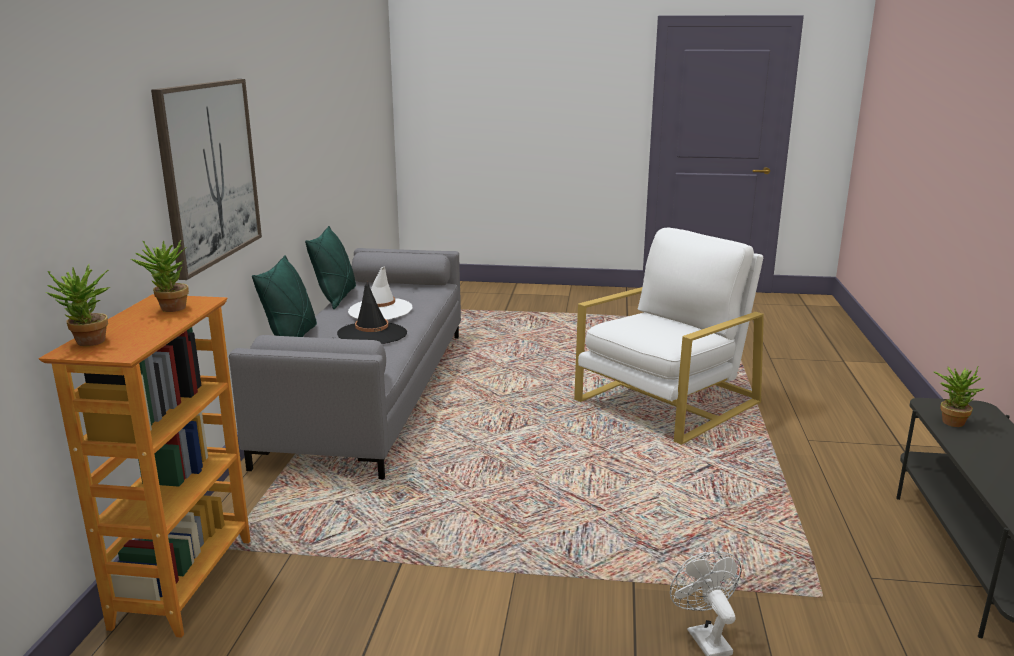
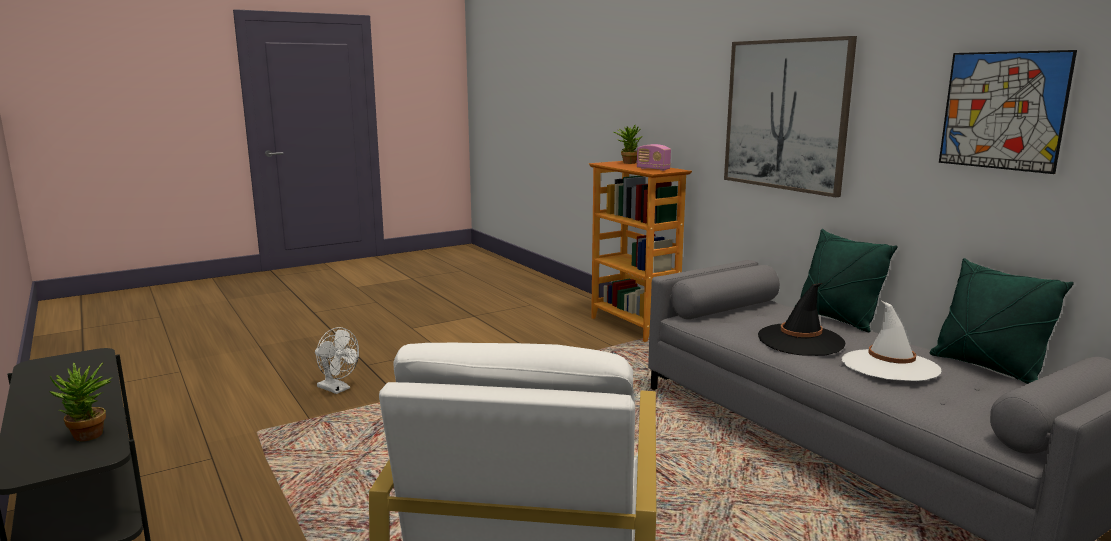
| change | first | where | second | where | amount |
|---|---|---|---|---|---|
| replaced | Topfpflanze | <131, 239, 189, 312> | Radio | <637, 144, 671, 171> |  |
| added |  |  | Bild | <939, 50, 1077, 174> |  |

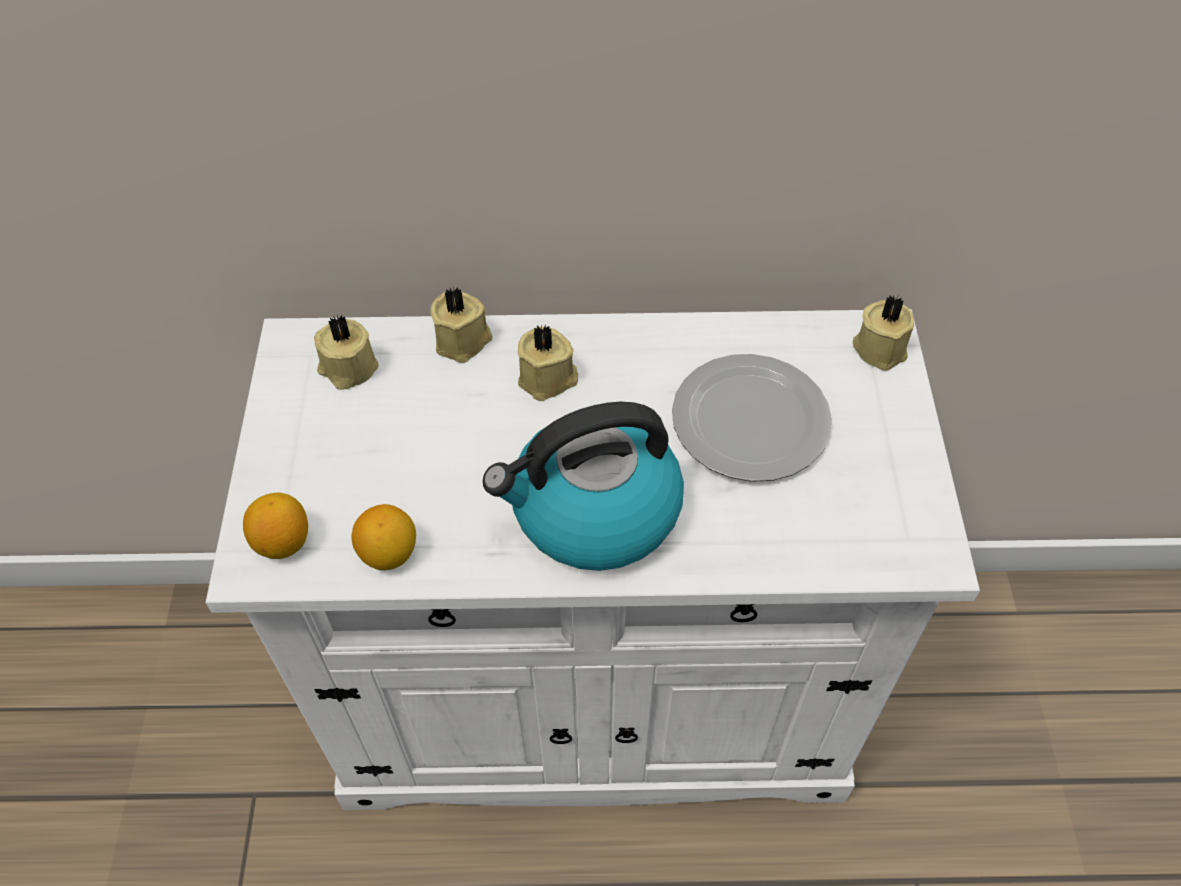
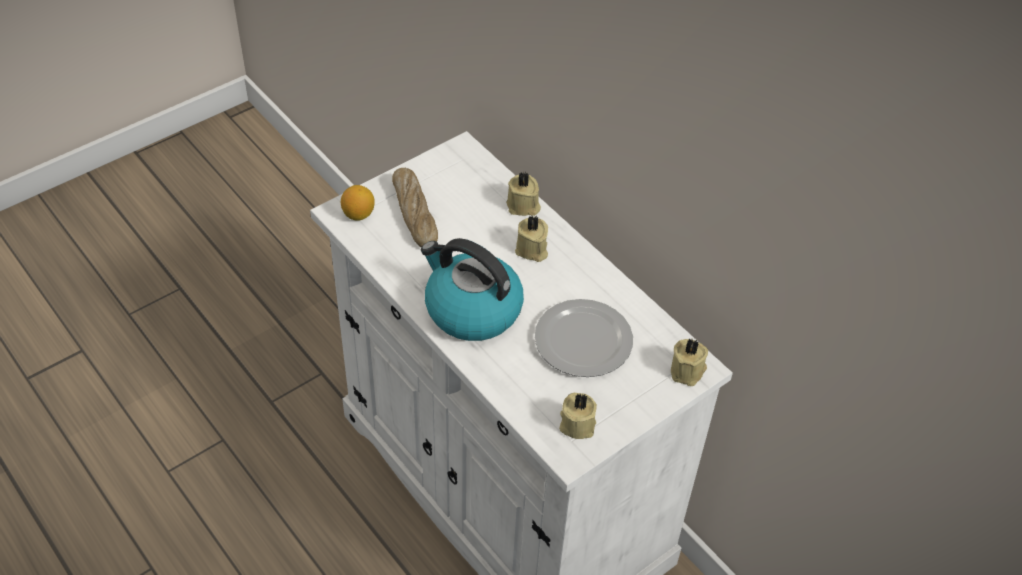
| change | first | where | second | where | amount |
|---|---|---|---|---|---|
| added |  |  | Brot | <392, 168, 438, 247> |  |
| moved | Kerze/beige | <314, 314, 379, 390> |  | <559, 393, 597, 439> |  |
| removed | Zitrone | <352, 504, 416, 570> |  |  |  |

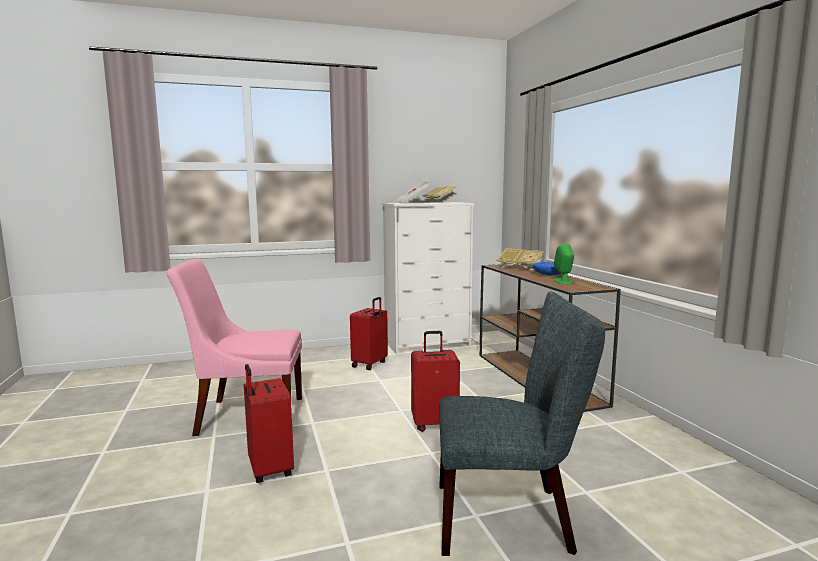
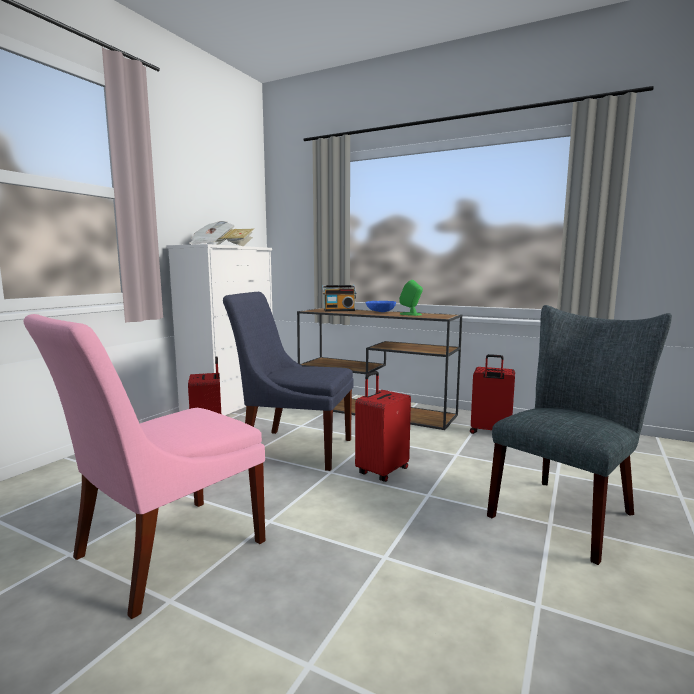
| change | first | where | second | where | amount |
|---|---|---|---|---|---|
| added |  |  | Stuhl/blau | <223, 292, 353, 471> |  |
| replaced | Buch | <496, 249, 544, 271> | Radio | <322, 285, 356, 311> |  |
| moved | Koffer/rot | <244, 364, 294, 483> |  | <470, 354, 515, 434> |  |

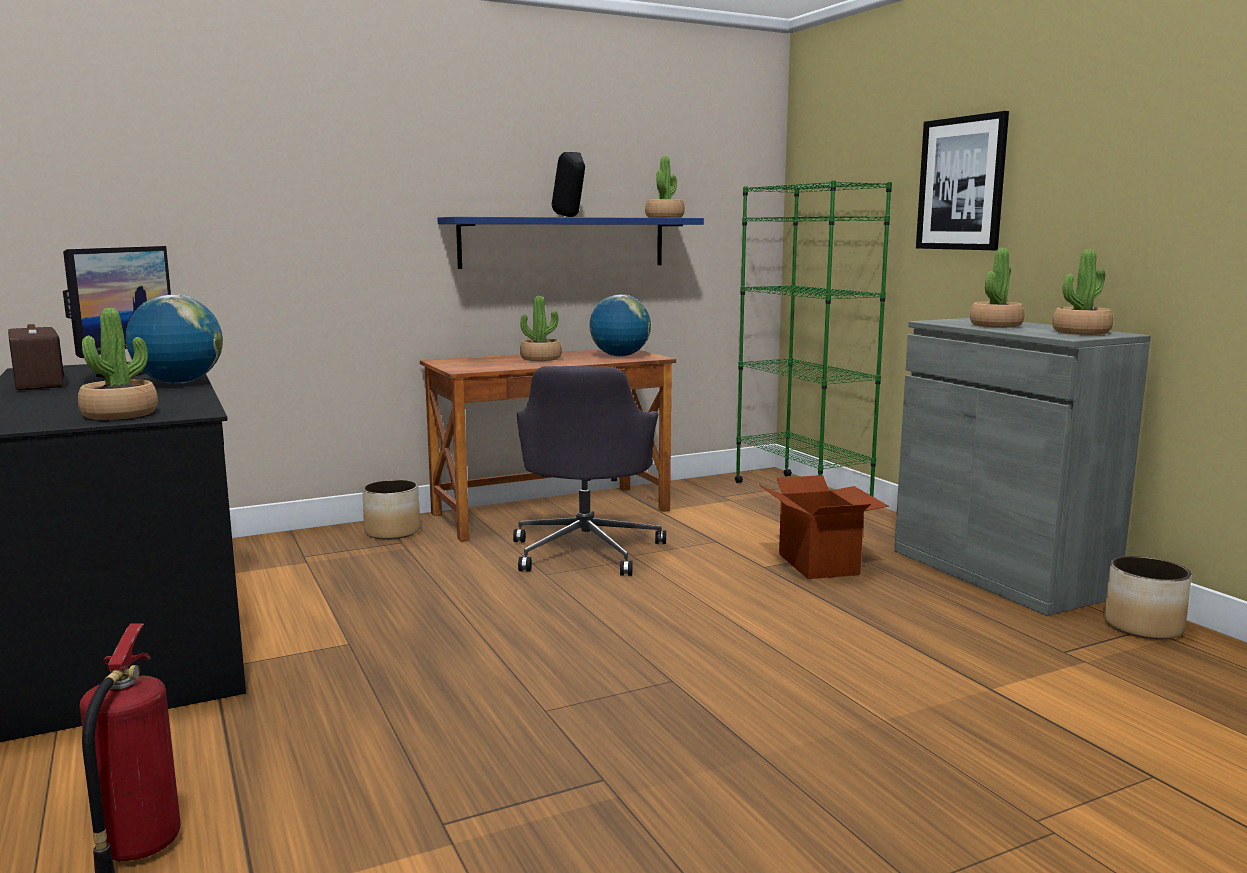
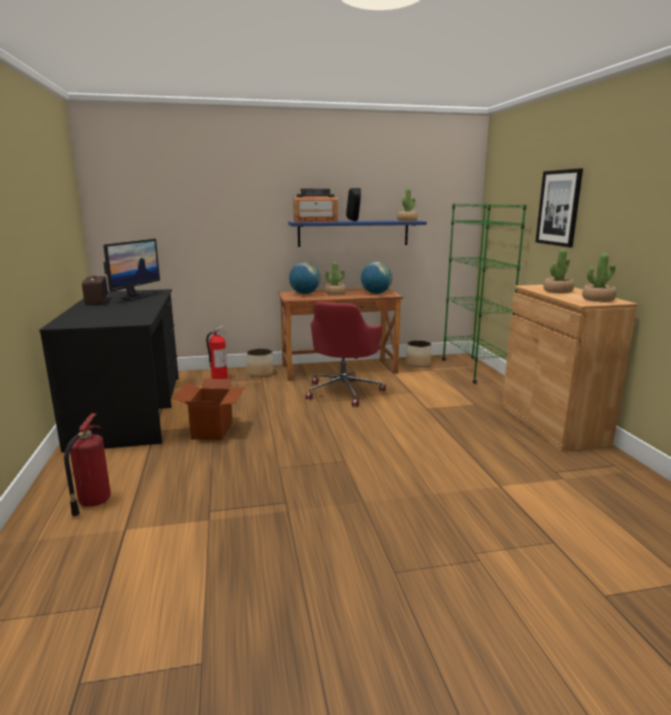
| change | first | where | second | where | amount |
|---|---|---|---|---|---|
| moved | Karton | <759, 475, 889, 579> |  | <173, 379, 245, 440> |  |
| added |  |  | Feuerlöscher | <206, 325, 228, 379> |  |
| moved | Globus | <126, 295, 223, 383> |  | <289, 262, 320, 294> |  |
| added |  |  | Radio | <293, 189, 338, 222> |  |
| recoloured | Bürostuhl/grau | <513, 366, 666, 576> | Bürostuhl/rot | <305, 302, 386, 407> |  |
| moved | Pflanzkübel | <1104, 556, 1192, 639> |  | <406, 340, 432, 367> |  |
| recoloured | Schrank/grau | <894, 318, 1151, 616> | Schrank/braun | <502, 285, 638, 452> |  |
| removed | Topfpflanze | <78, 308, 158, 420> |  |  |  |

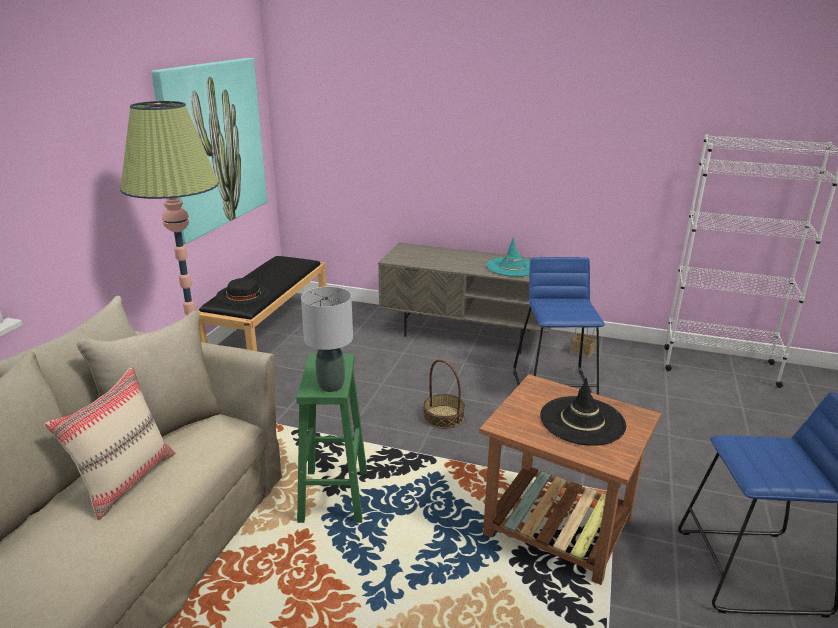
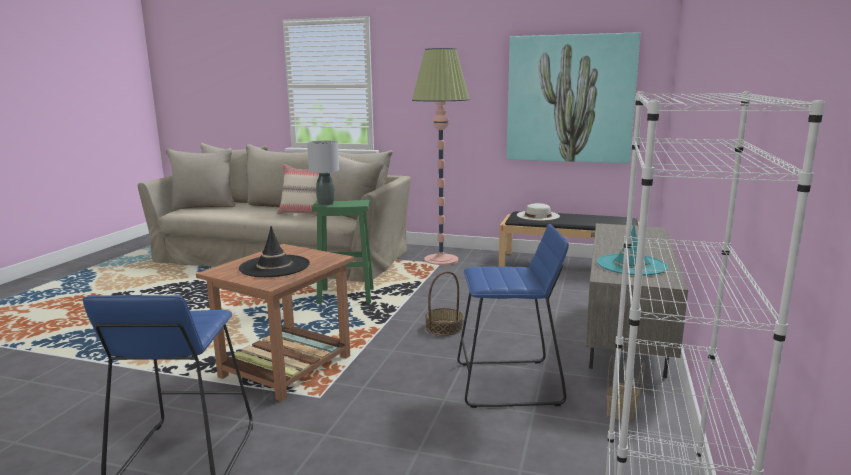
| change | first | where | second | where | amount |
|---|---|---|---|---|---|
| recoloured | Hut/schwarz | <216, 278, 270, 305> | Hut/weiß | <517, 203, 560, 220> |  |

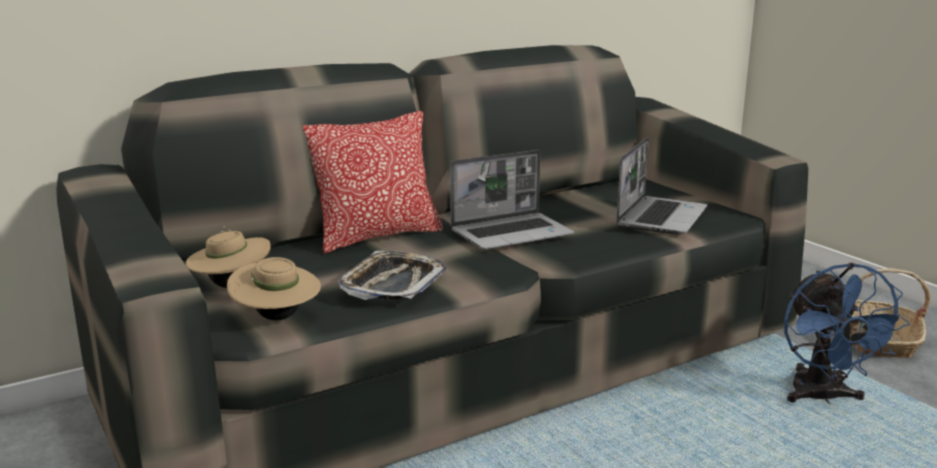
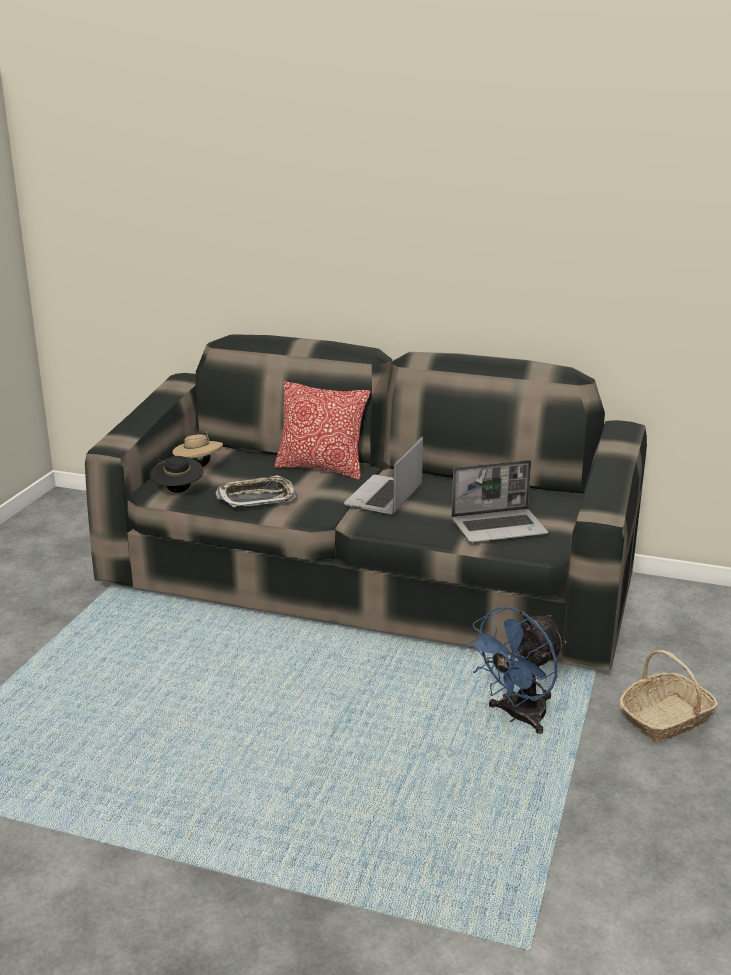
| change | first | where | second | where | amount |
|---|---|---|---|---|---|
| recoloured | Hut/beige | <227, 257, 321, 320> | Hut/schwarz | <150, 456, 204, 493> |  |
| turned | Laptop | <450, 150, 574, 250> |  | <344, 437, 423, 515> | 90 degrees clockwise |

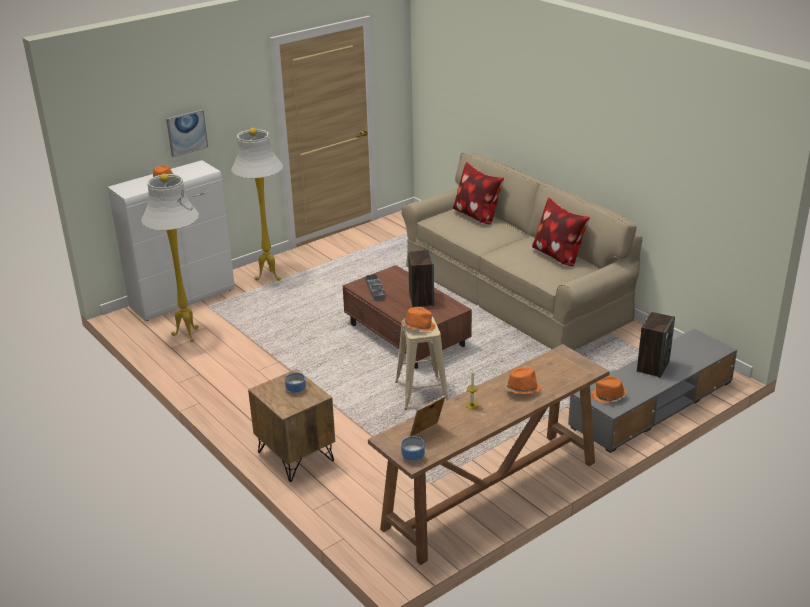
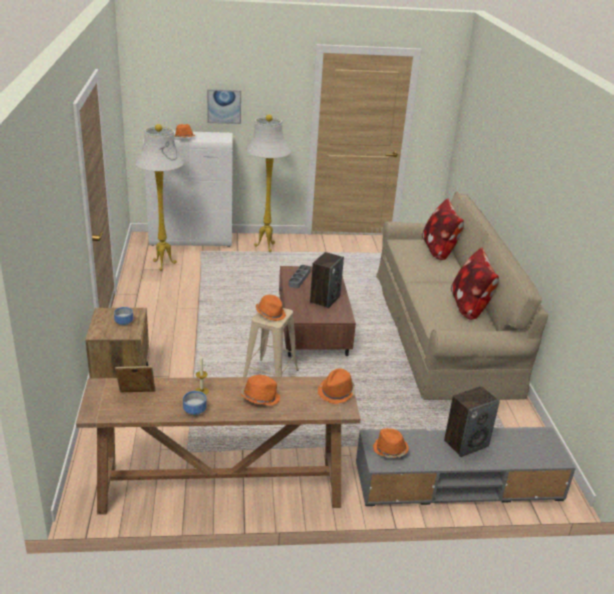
| change | first | where | second | where | amount |
|---|---|---|---|---|---|
| moved | Schüssel | <401, 437, 425, 461> |  | <183, 391, 207, 415> |  |
| added |  |  | Hut/orange | <318, 369, 355, 404> |  |

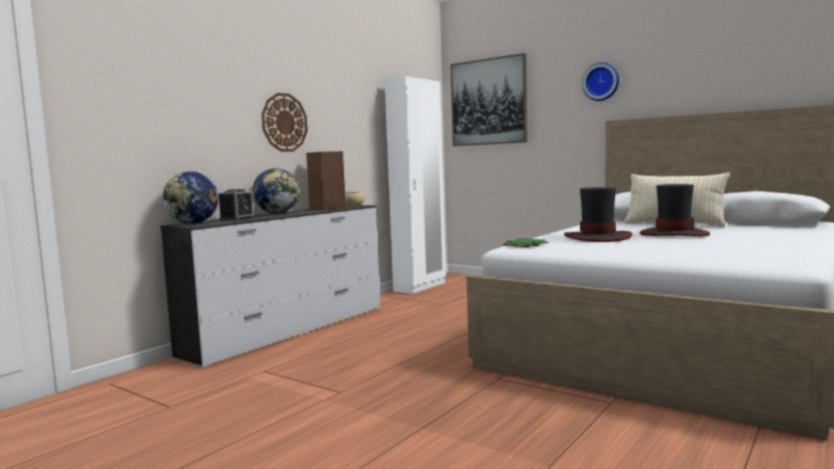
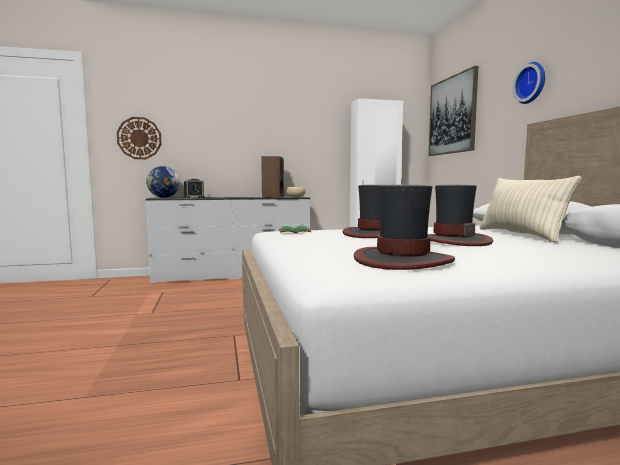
| change | first | where | second | where | amount |
|---|---|---|---|---|---|
| moved | Wanduhr | <262, 93, 308, 152> |  | <117, 117, 162, 159> |  |
| added |  |  | Hut | <354, 185, 455, 270> |  |
| removed | Globus | <252, 168, 299, 214> |  |  |  |

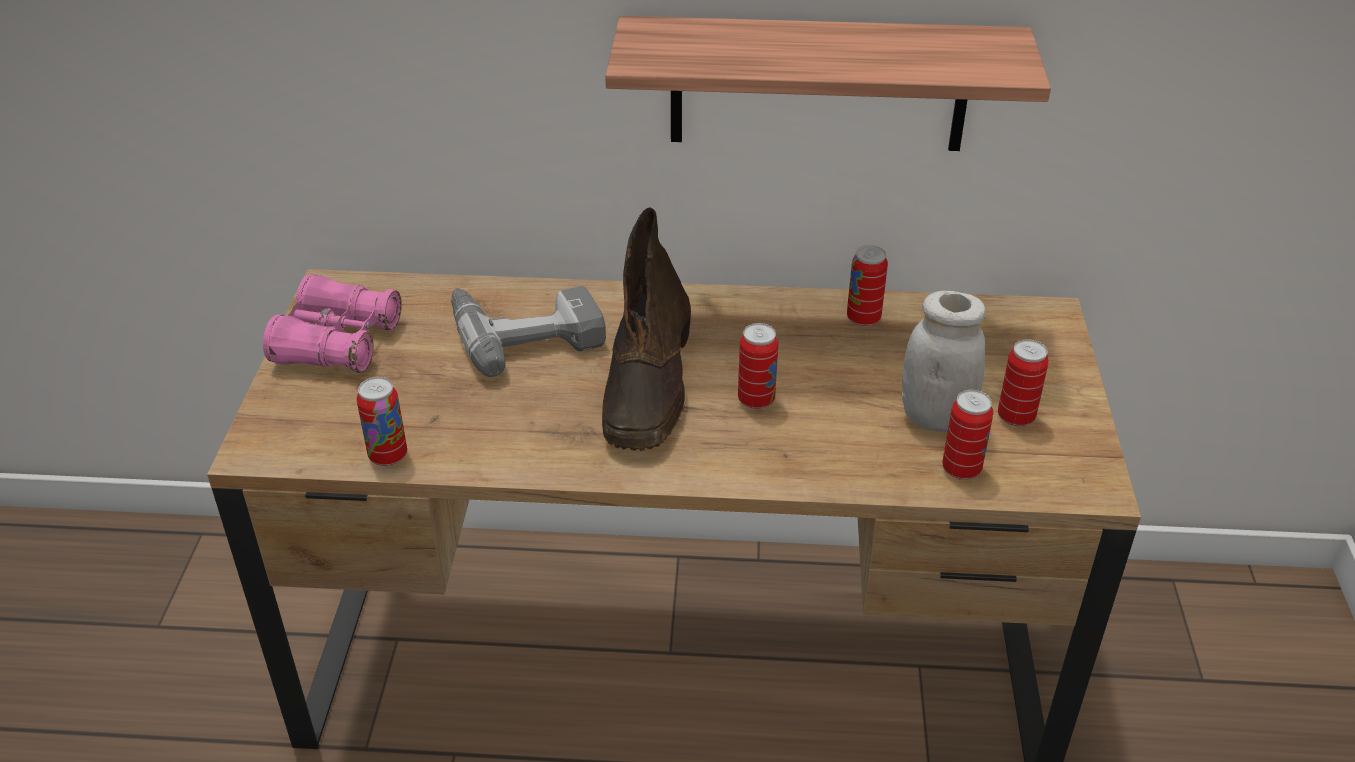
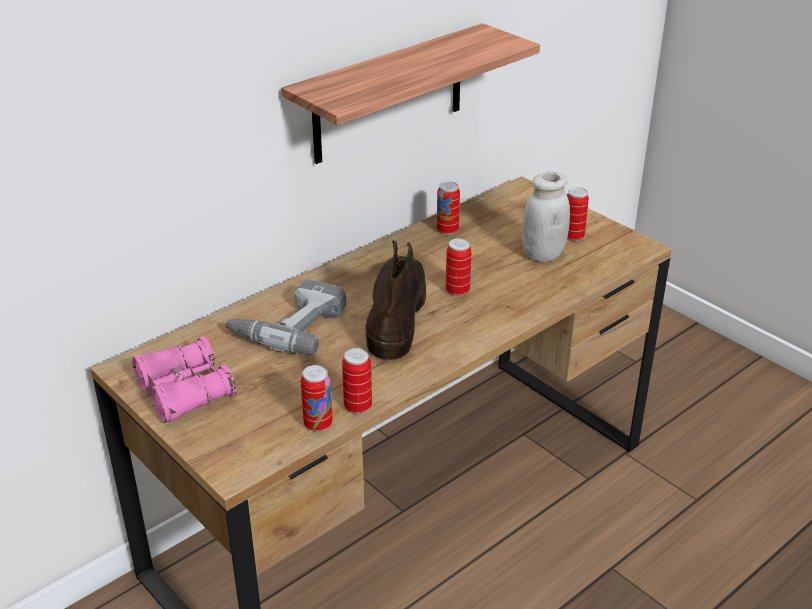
| change | first | where | second | where | amount |
|---|---|---|---|---|---|
| moved | Dose | <942, 390, 993, 480> |  | <342, 348, 372, 414> |  |
| turned | Stiefel/braun | <602, 208, 691, 451> |  | <365, 240, 426, 360> | 135 degrees counterclockwise |

